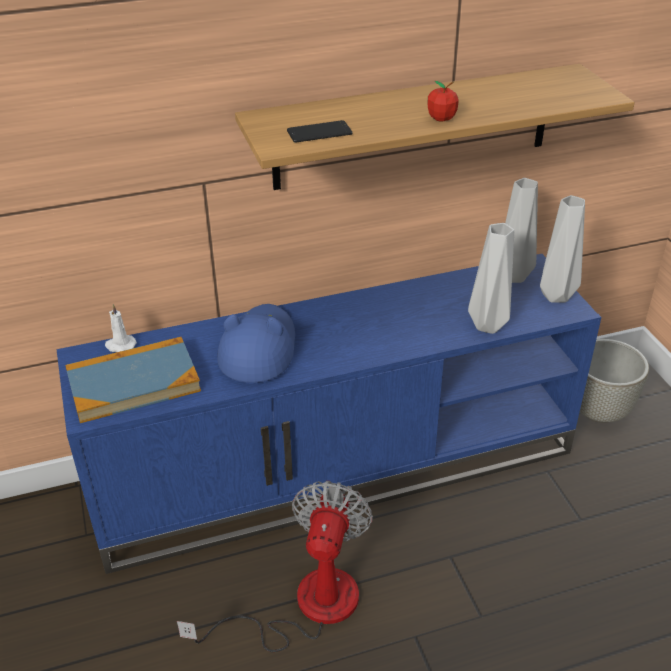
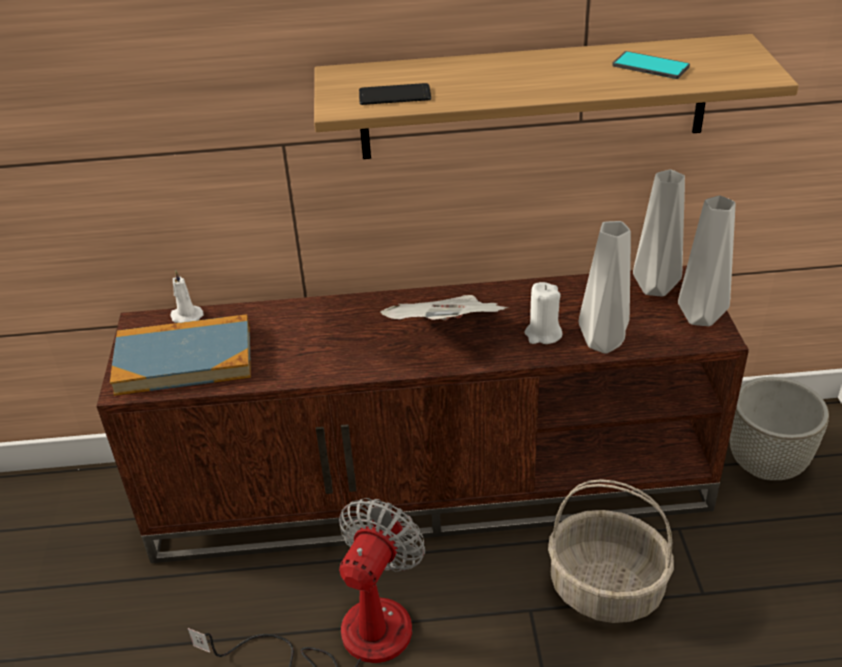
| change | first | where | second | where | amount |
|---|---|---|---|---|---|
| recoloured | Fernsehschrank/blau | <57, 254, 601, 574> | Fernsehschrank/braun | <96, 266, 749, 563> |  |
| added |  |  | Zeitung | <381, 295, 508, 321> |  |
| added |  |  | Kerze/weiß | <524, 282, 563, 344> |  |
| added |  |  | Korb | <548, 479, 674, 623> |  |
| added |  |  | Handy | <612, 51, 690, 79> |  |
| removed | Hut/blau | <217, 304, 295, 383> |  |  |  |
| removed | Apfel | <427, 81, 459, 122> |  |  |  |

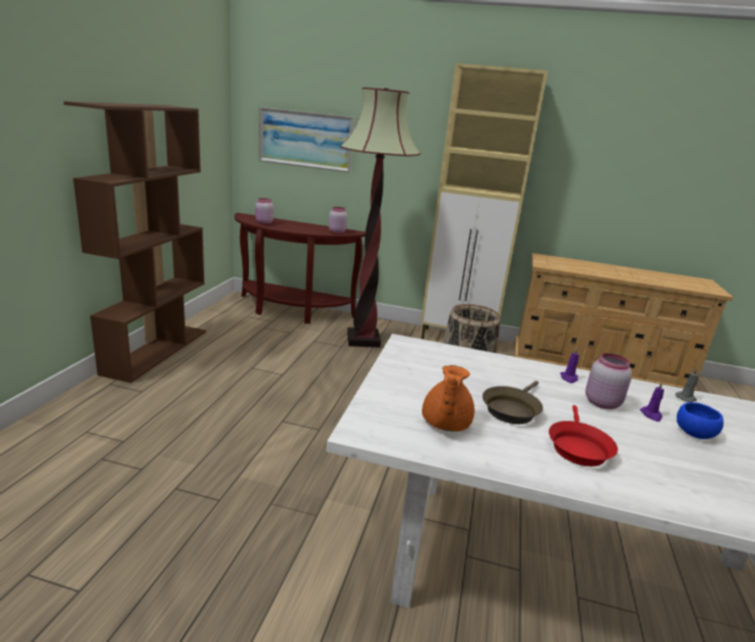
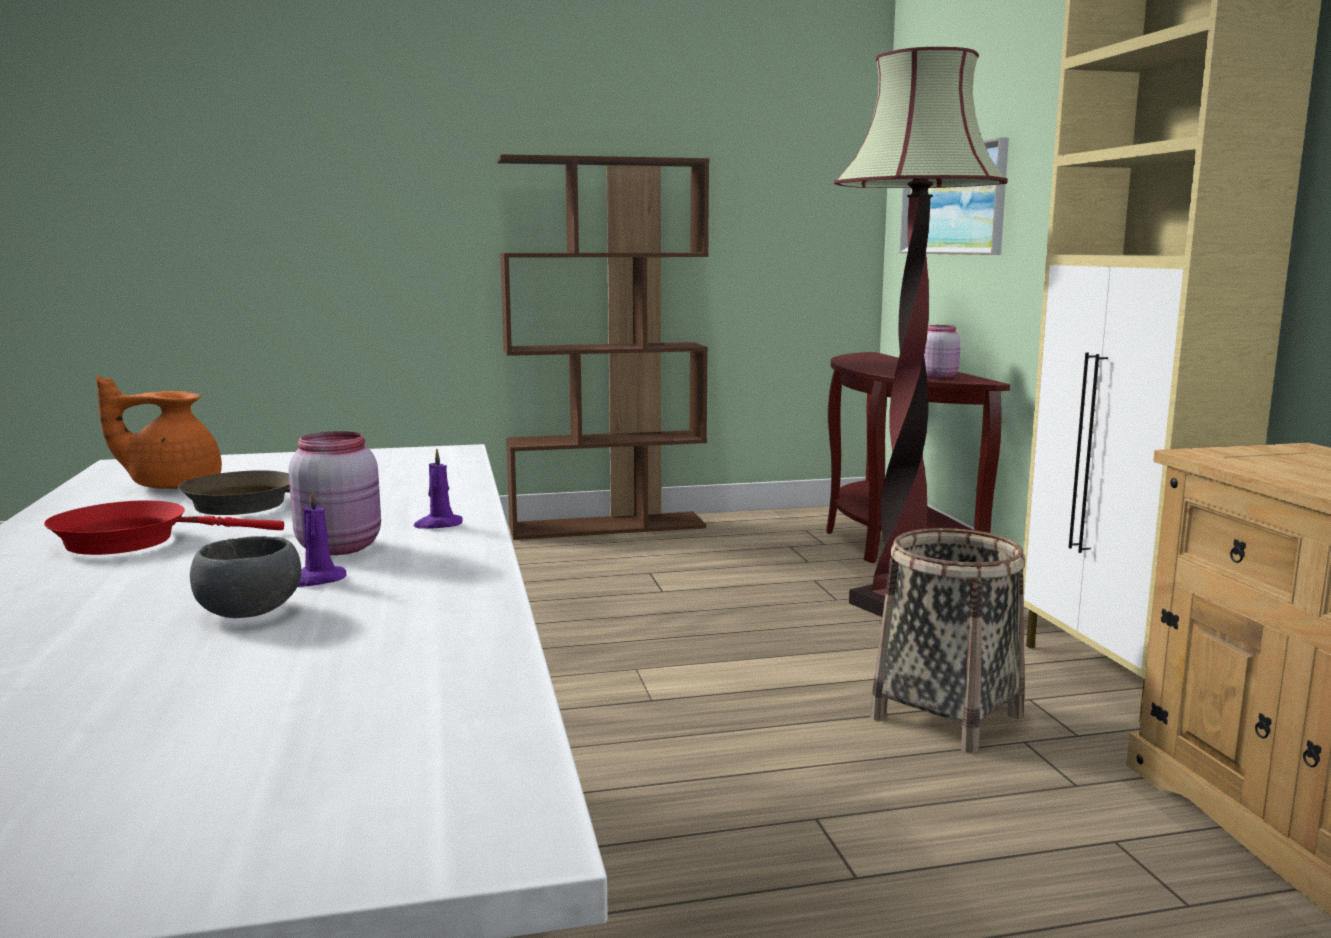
| change | first | where | second | where | amount |
|---|---|---|---|---|---|
| recoloured | Schüssel/blau | <677, 402, 724, 439> | Schüssel/grau | <190, 536, 301, 618> |  |
| removed | Vorratsglas/rosa | <256, 198, 274, 225> |  |  |  |
| removed | Kerze/grau | <675, 368, 699, 402> |  |  |  |

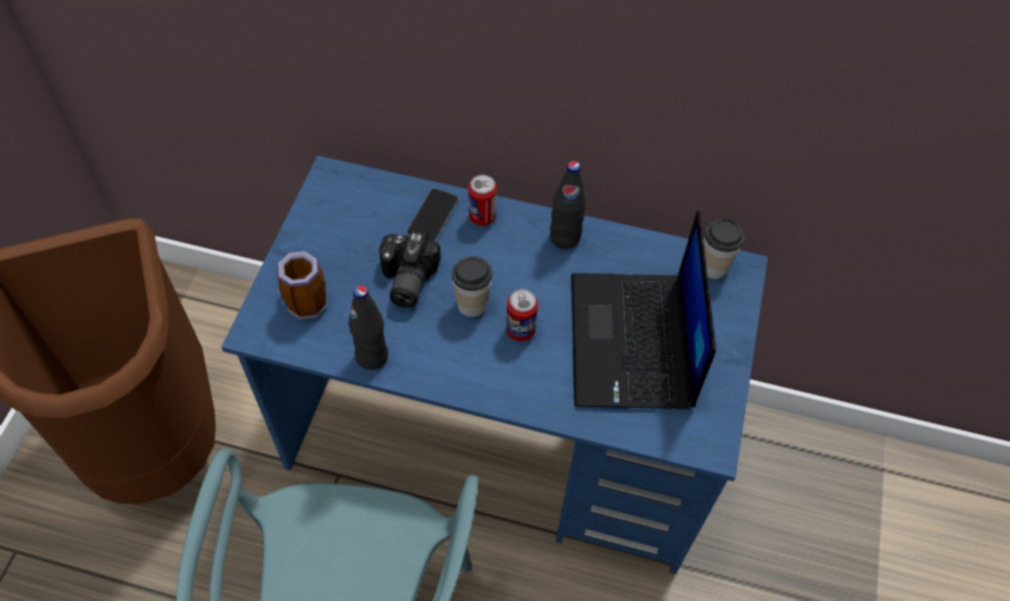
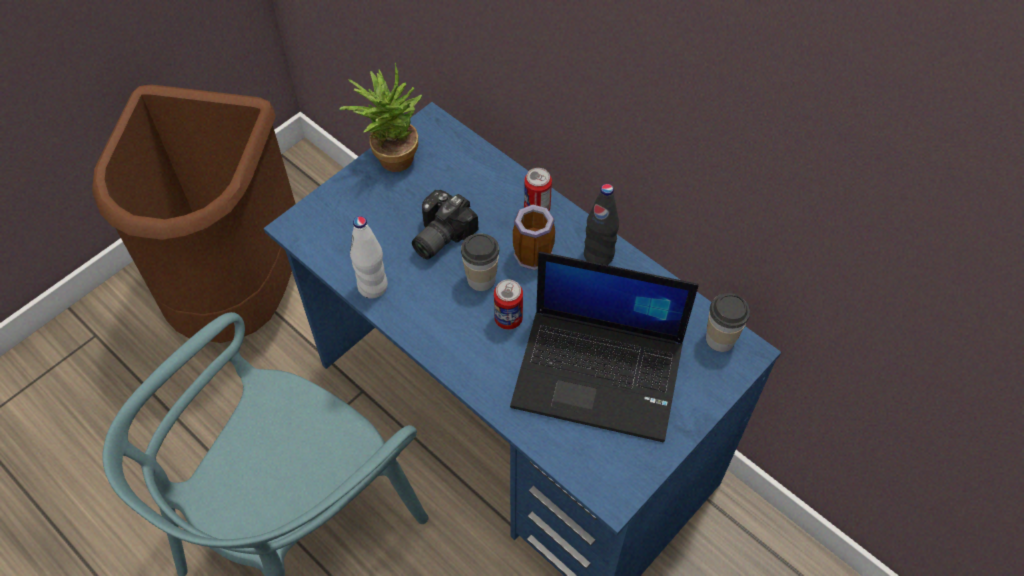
| change | first | where | second | where | amount |
|---|---|---|---|---|---|
| added |  |  | Topfpflanze | <339, 62, 422, 172> |  |
| recoloured | Flasche/schwarz | <348, 285, 388, 370> | Flasche/weiß | <350, 216, 388, 299> |  |
| turned | Laptop | <571, 210, 716, 409> |  | <510, 251, 699, 442> | 105 degrees counterclockwise |
| moved | Henkelbecher | <277, 251, 327, 320> |  | <513, 204, 555, 270> |  |
| removed | Handy | <406, 188, 459, 243> |  |  |  |

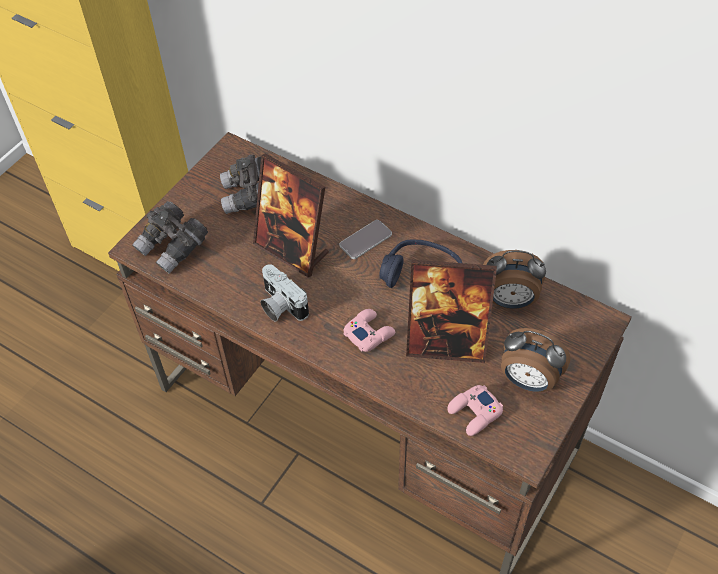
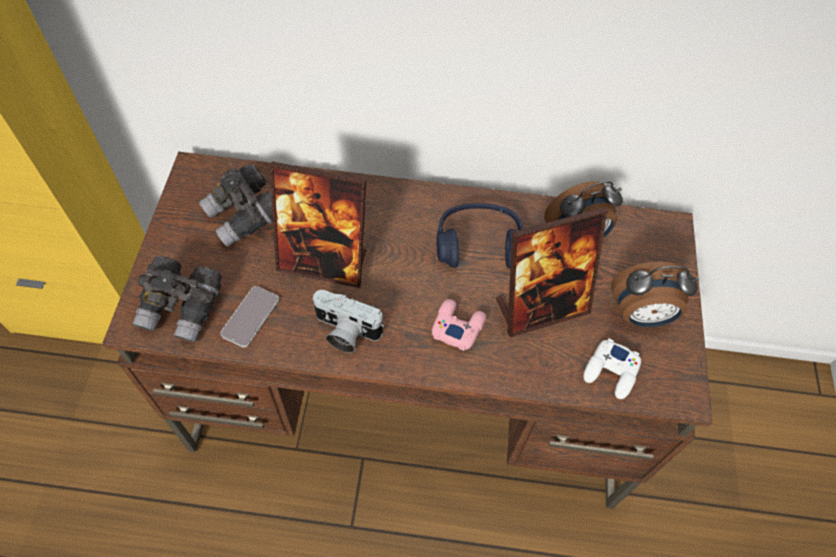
| change | first | where | second | where | amount |
|---|---|---|---|---|---|
| moved | Handy | <339, 220, 392, 259> |  | <220, 286, 279, 348> |  |
| recoloured | Gamepad/rosa | <447, 385, 503, 436> | Gamepad/weiß | <583, 339, 641, 399> |  |

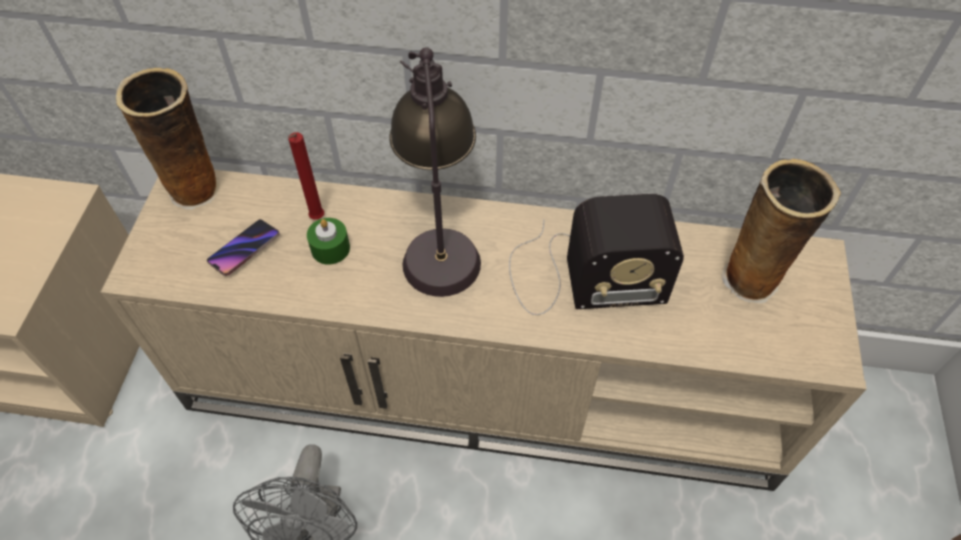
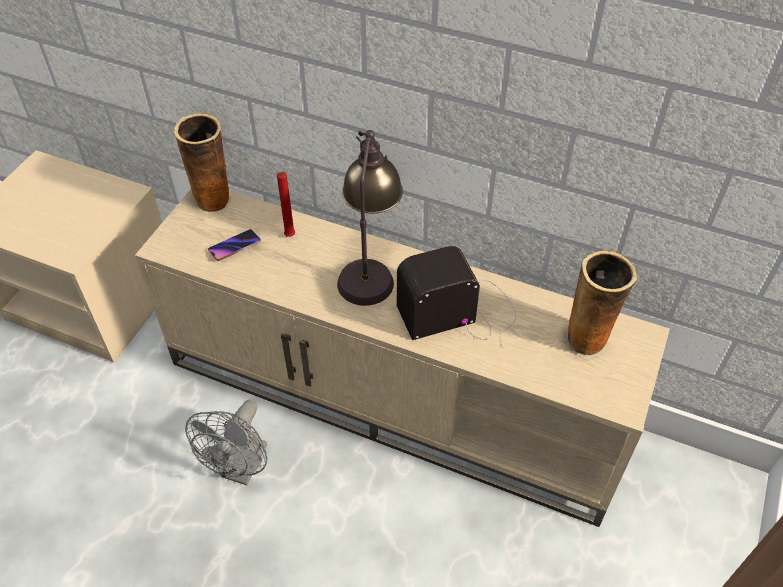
| change | first | where | second | where | amount |
|---|---|---|---|---|---|
| turned | Radio | <509, 194, 684, 315> |  | <397, 246, 516, 348> | 150 degrees clockwise |
| removed | Kerze/grün | <307, 218, 350, 265> |  |  |  |

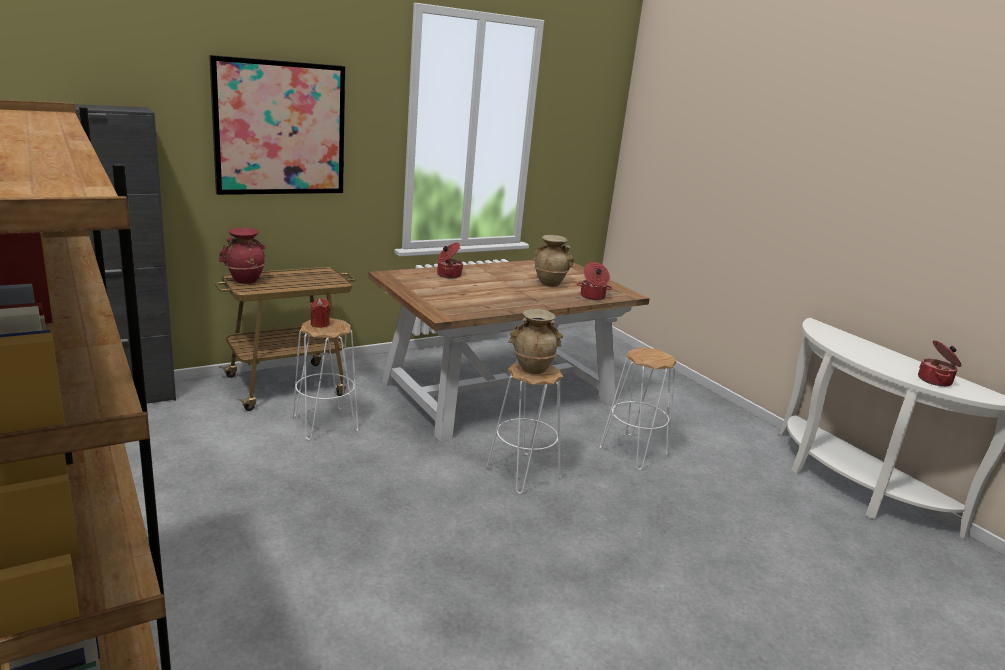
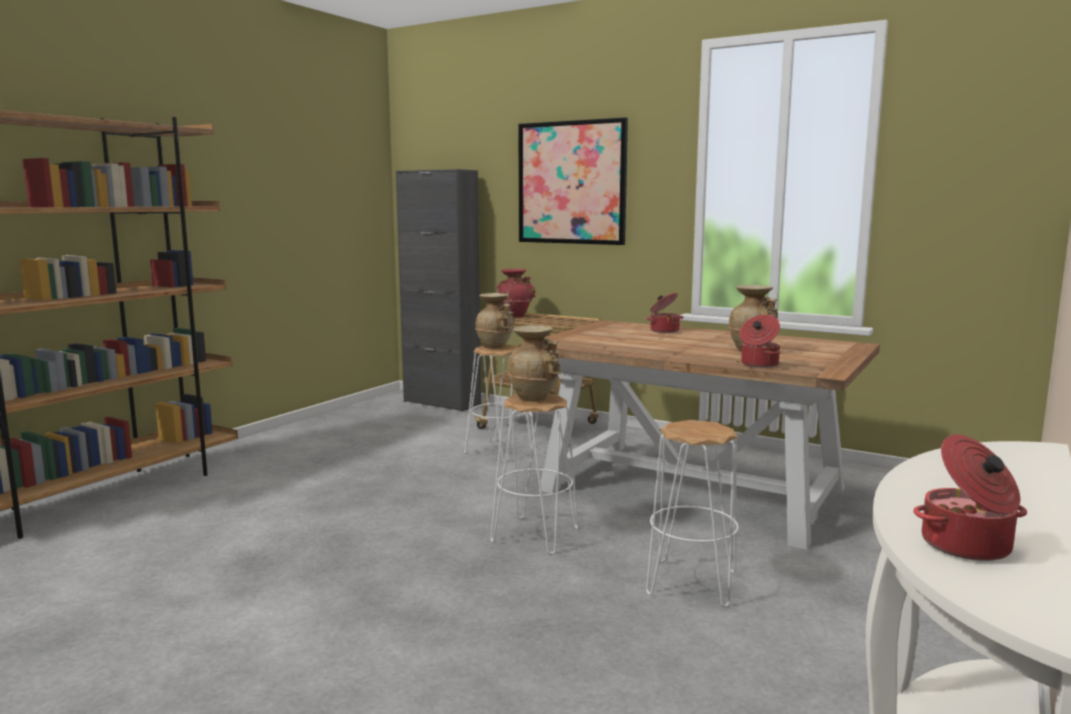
| change | first | where | second | where | amount |
|---|---|---|---|---|---|
| replaced | Kerze/rot | <310, 298, 330, 328> | Vase/beige | <475, 293, 514, 349> |  |

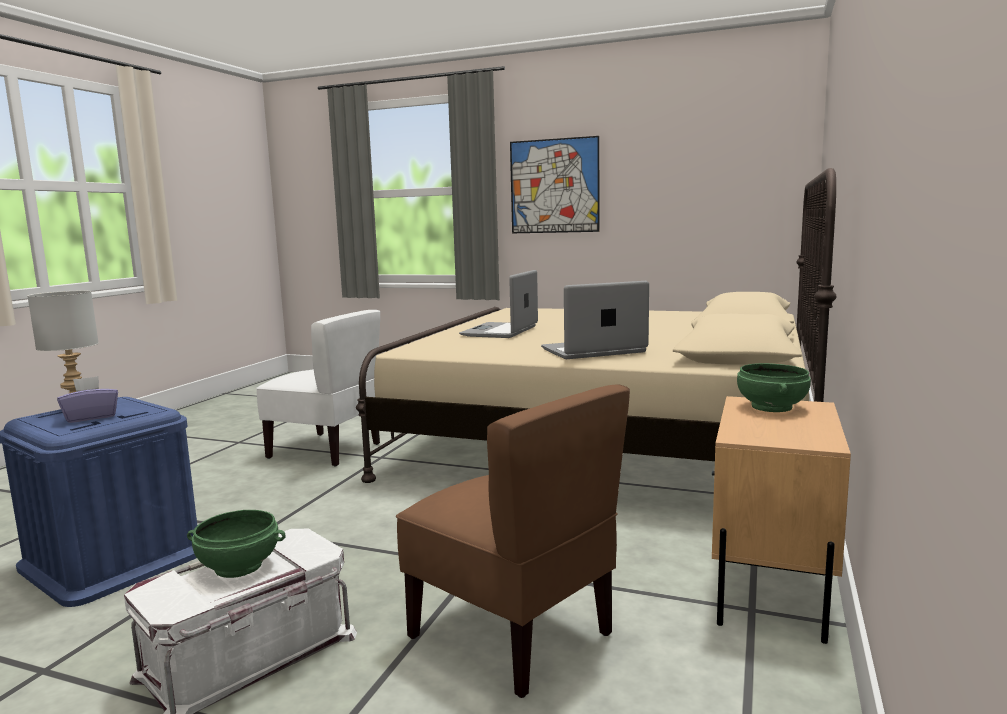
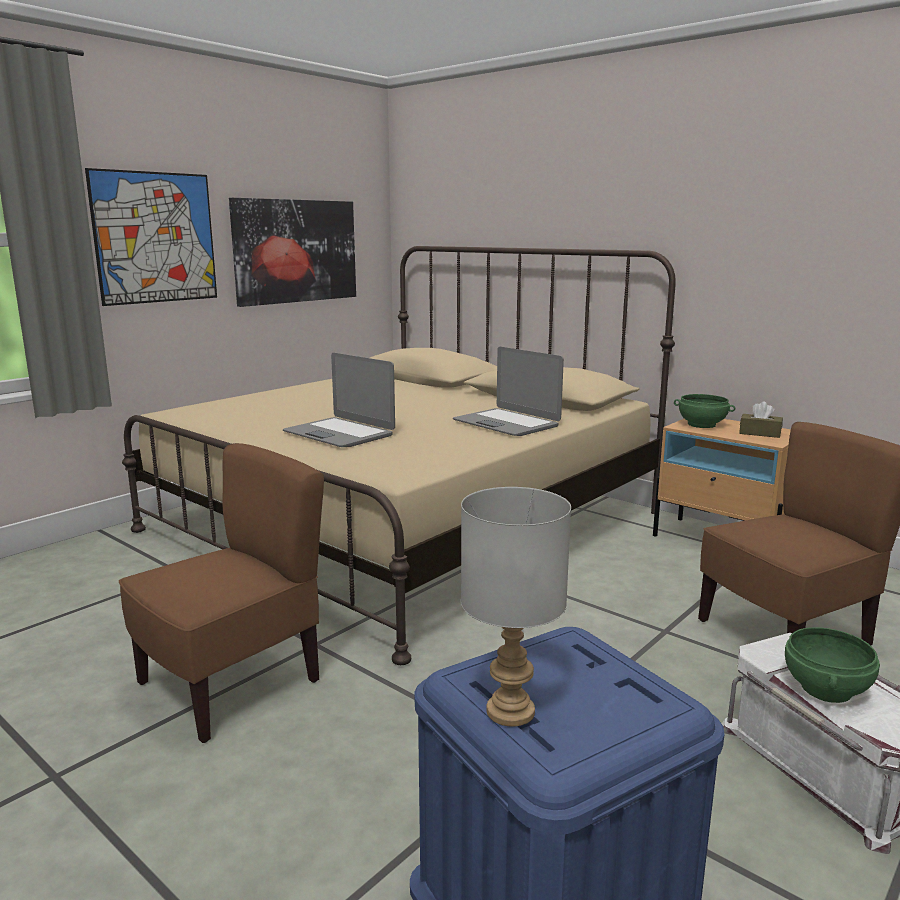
| change | first | where | second | where | amount |
|---|---|---|---|---|---|
| recoloured | Stuhl/weiß | <256, 310, 380, 467> | Stuhl/braun | <119, 443, 324, 743> |  |
| added |  |  | Bild | <229, 198, 356, 307> |  |
| turned | Laptop | <541, 281, 649, 359> |  | <453, 347, 564, 436> | 45 degrees counterclockwise |
| added |  |  | Taschentuchbox/braun | <739, 402, 783, 438> |  |
| removed | Taschentuchbox/lila | <57, 376, 118, 423> |  |  |  |

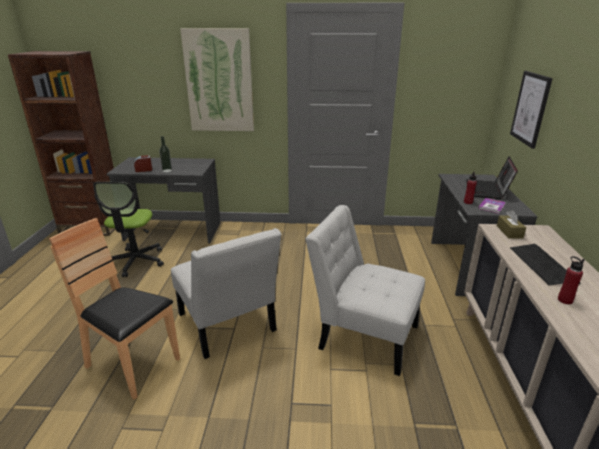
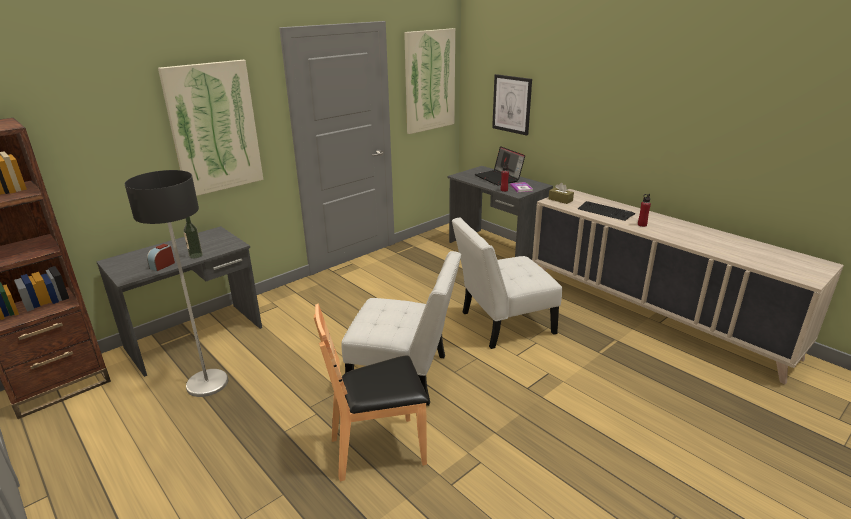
| change | first | where | second | where | amount |
|---|---|---|---|---|---|
| replaced | Bürostuhl | <93, 182, 164, 277> | Stehlampe | <125, 170, 228, 397> |  |
| added |  |  | Bild | <404, 28, 455, 134> |  |

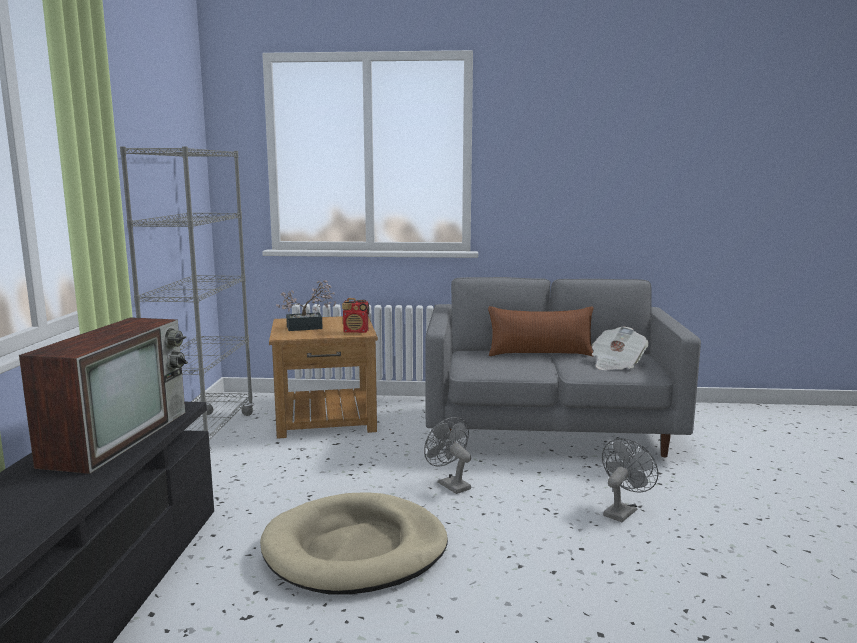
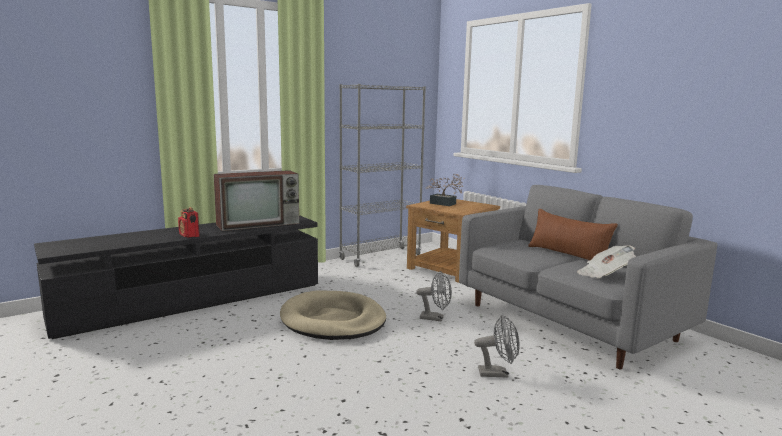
| change | first | where | second | where | amount |
|---|---|---|---|---|---|
| moved | Radio | <342, 298, 369, 333> |  | <178, 207, 199, 238> |  |
| turned | Ventilator/grau | <424, 417, 471, 494> |  | <416, 271, 452, 321> | 90 degrees clockwise |

